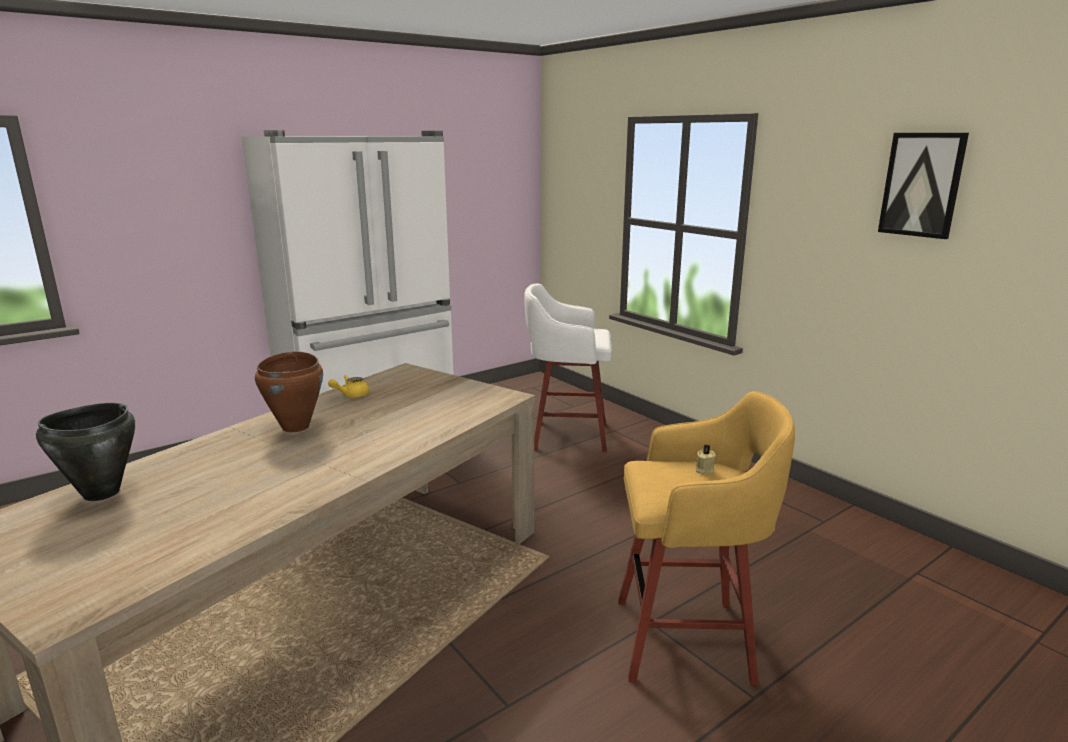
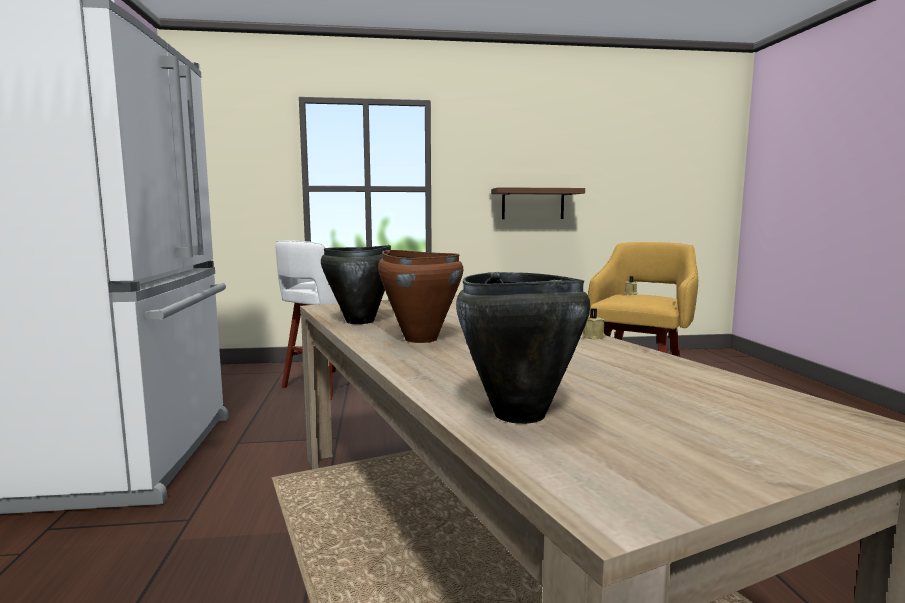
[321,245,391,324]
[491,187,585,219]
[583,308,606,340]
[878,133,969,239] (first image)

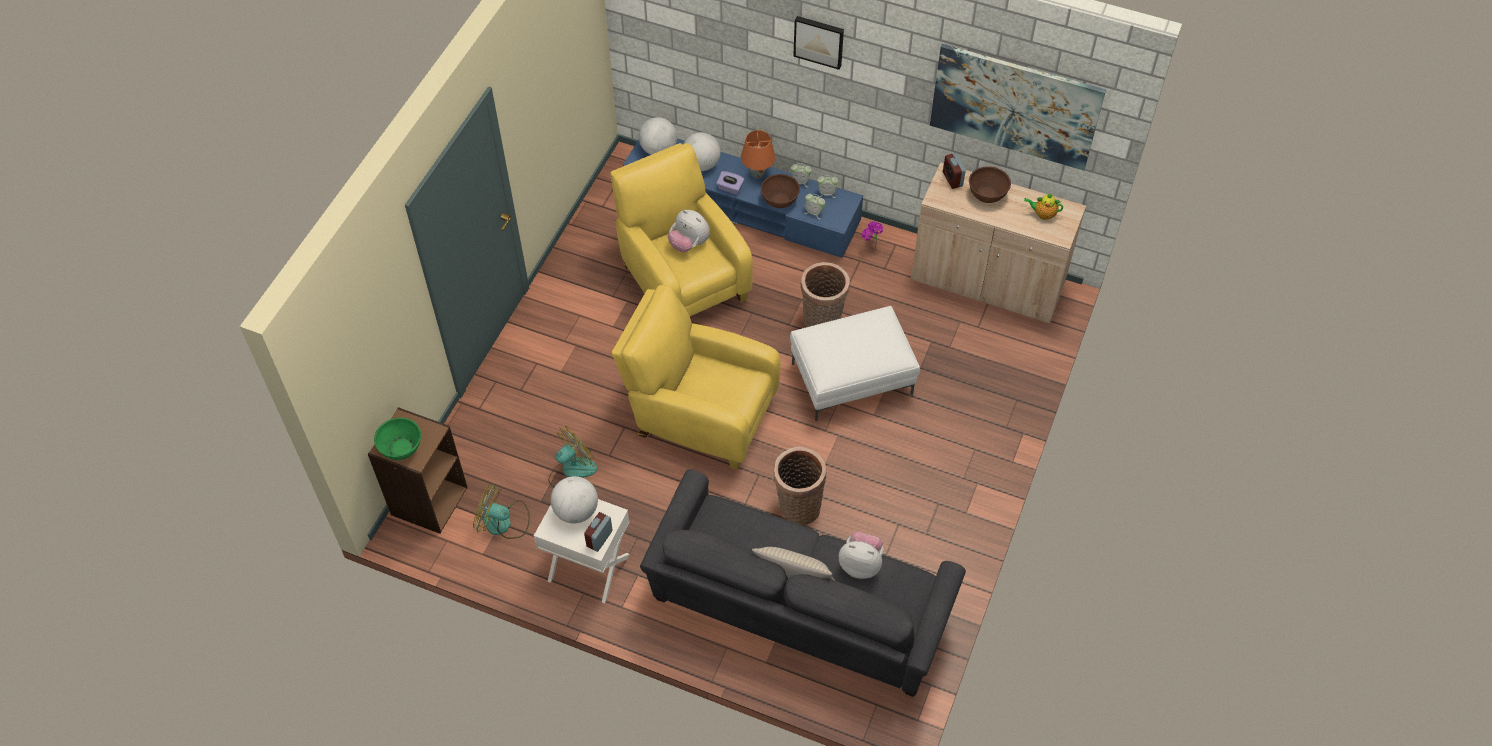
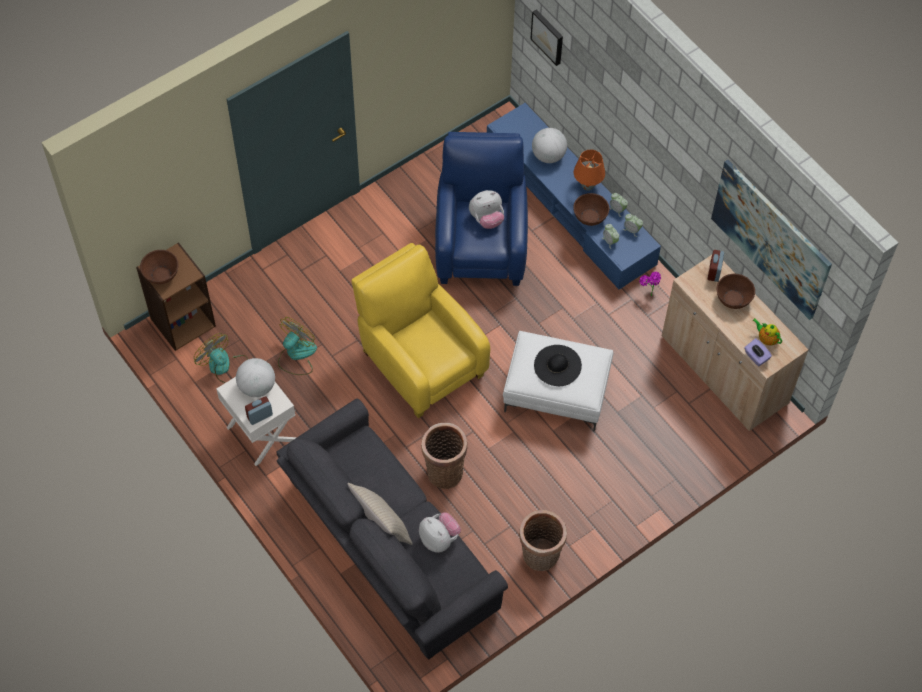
[140,250,178,284]
[278,317,317,375]
[435,132,528,286]
[469,190,504,229]
[519,510,567,571]
[530,9,563,66]
[534,345,582,386]
[744,338,772,366]
[639,117,677,155] (first image)

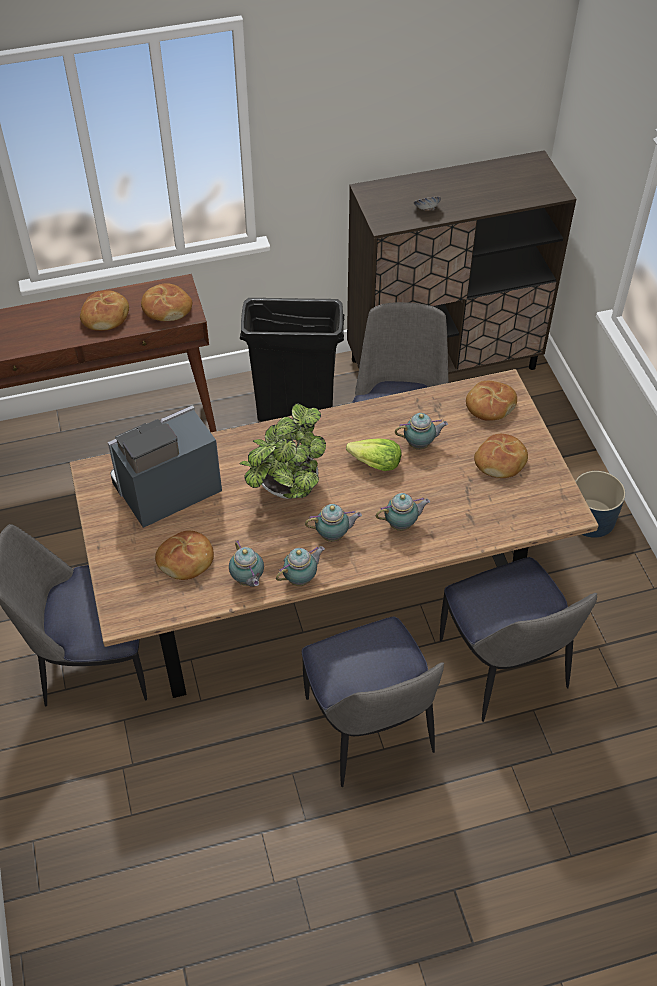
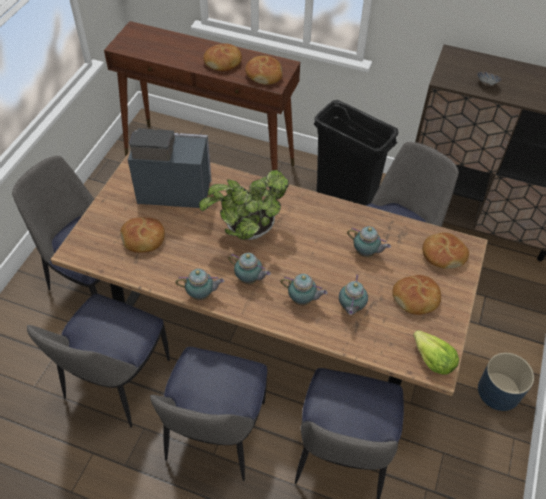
[27,294,170,428]
[339,274,368,315]
[413,330,459,375]

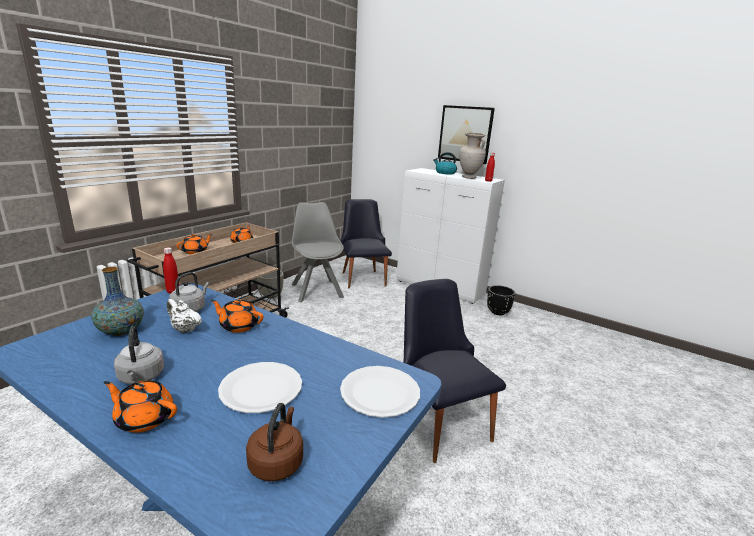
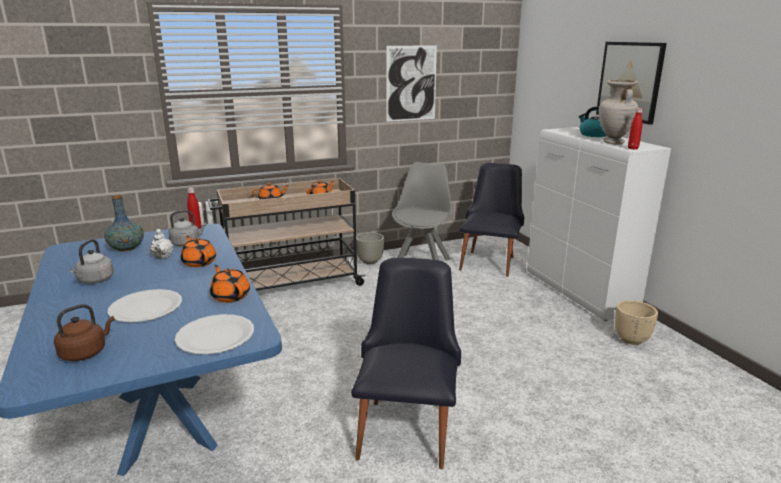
[210,265,250,303]
[386,45,437,122]
[615,300,658,345]

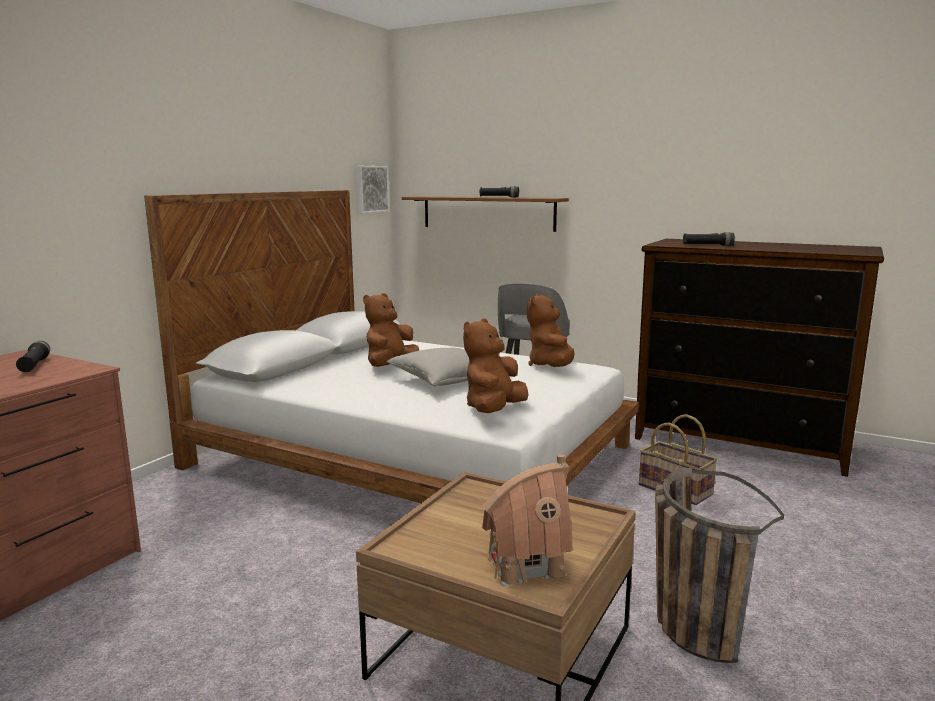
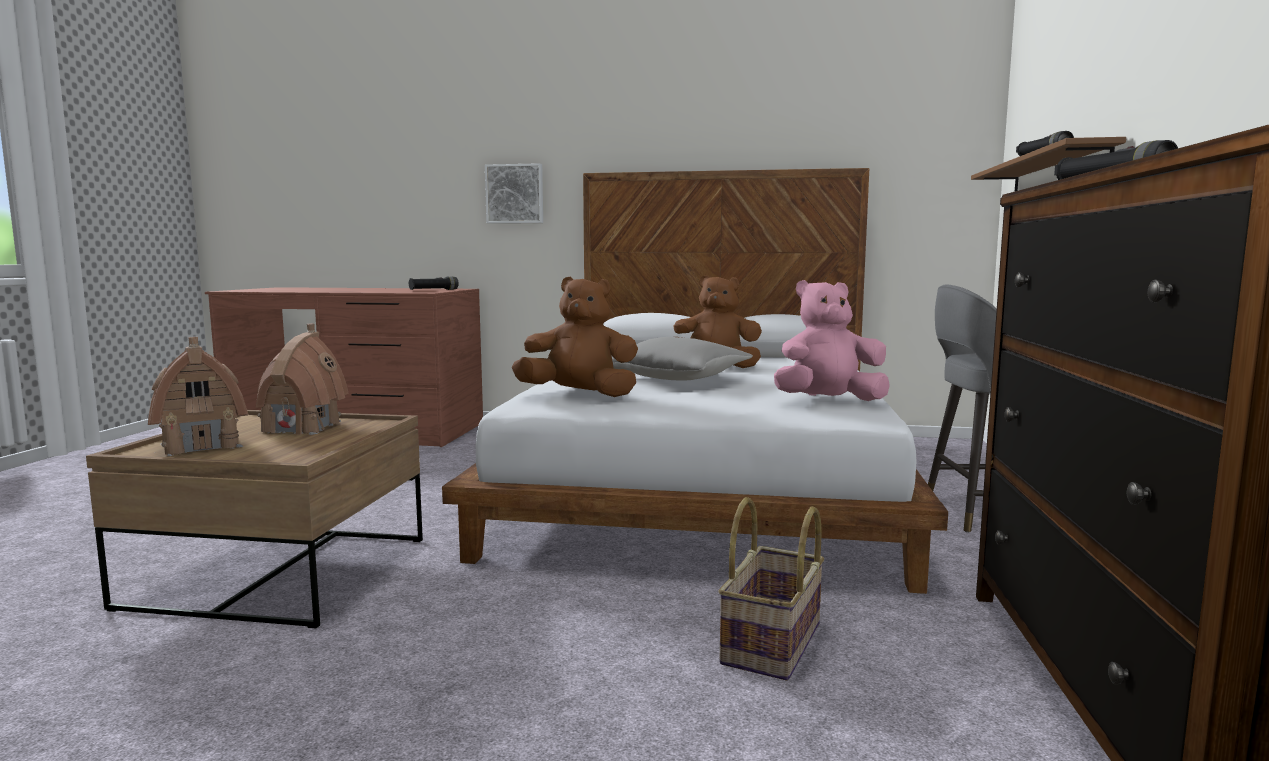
[256,323,349,435]
[485,163,543,224]
[774,280,890,401]
[655,468,784,663] (first image)

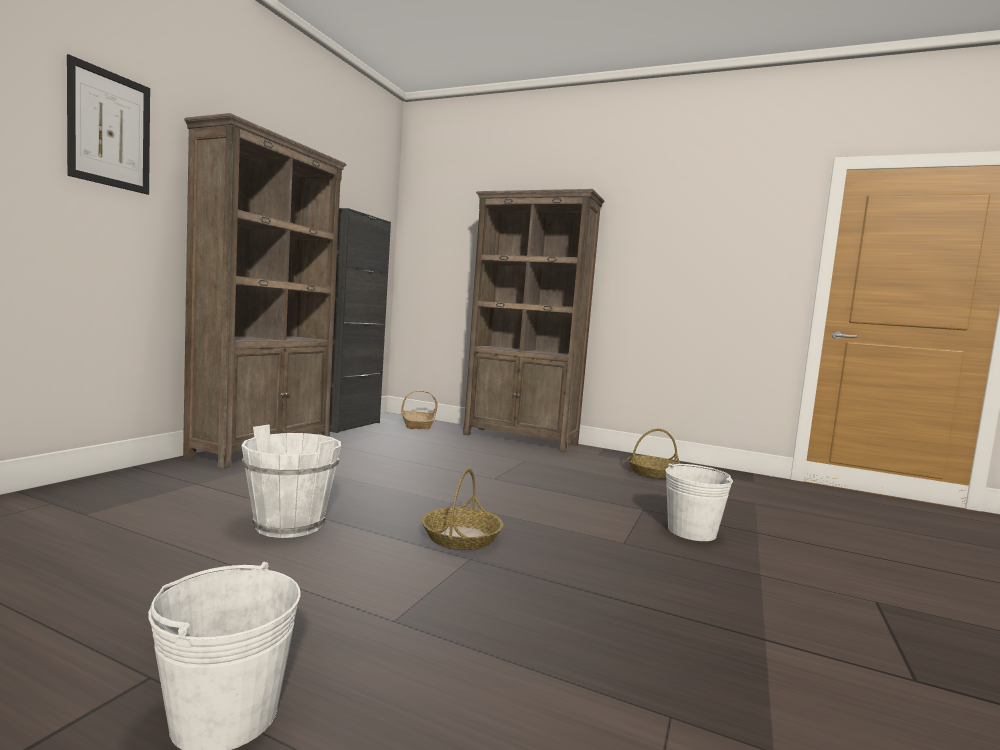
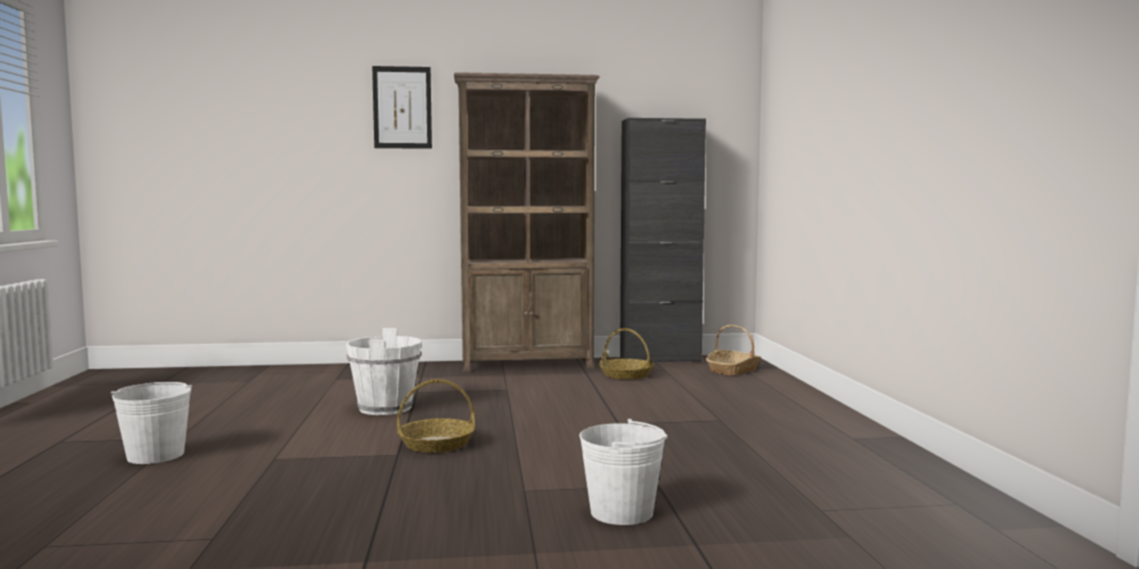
[599,328,654,379]
[463,189,605,453] (first image)

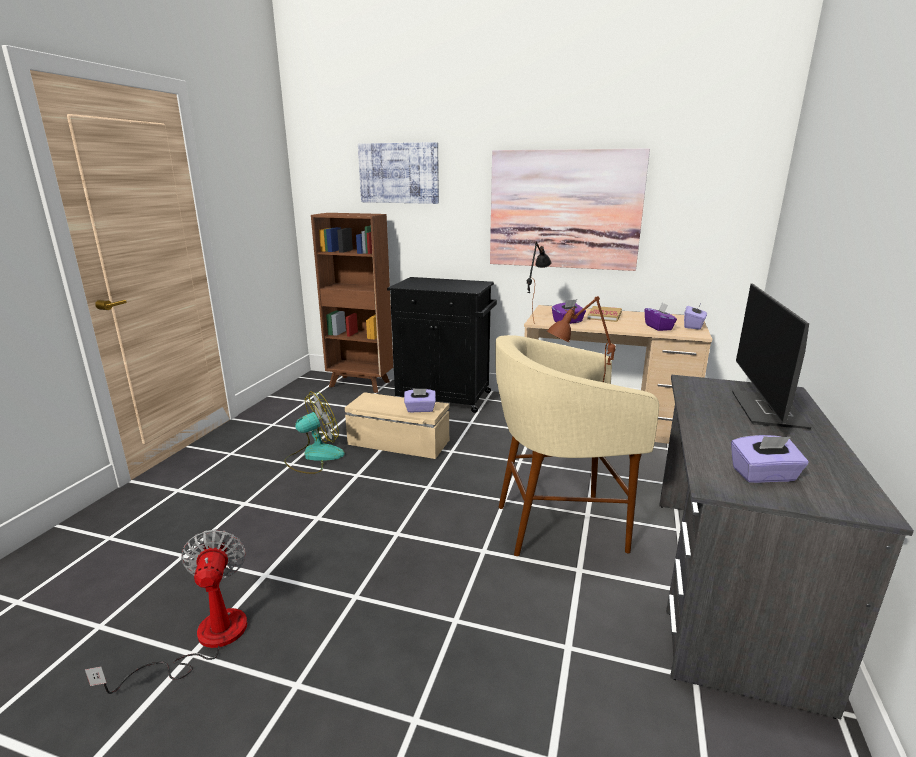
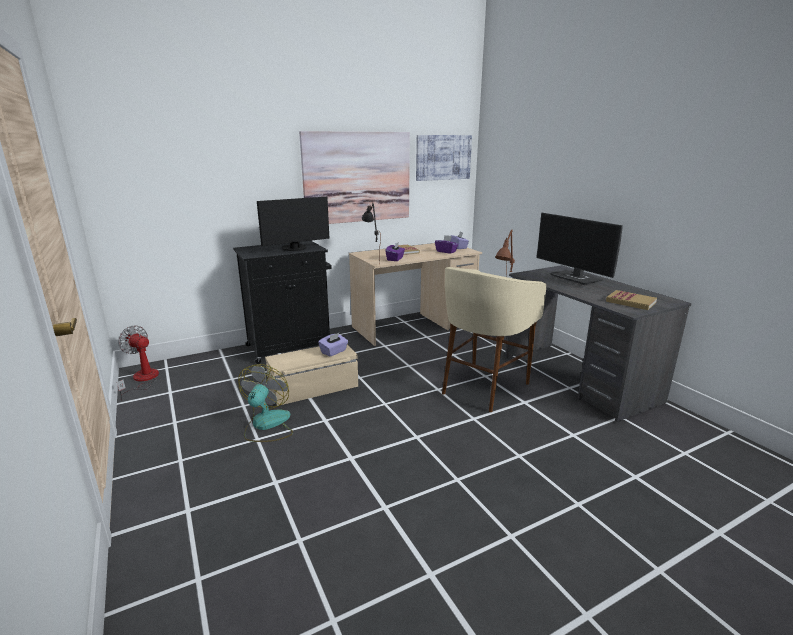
[117,326,159,401]
[257,197,330,251]
[416,135,472,181]
[606,290,657,310]
[311,213,393,393] (first image)

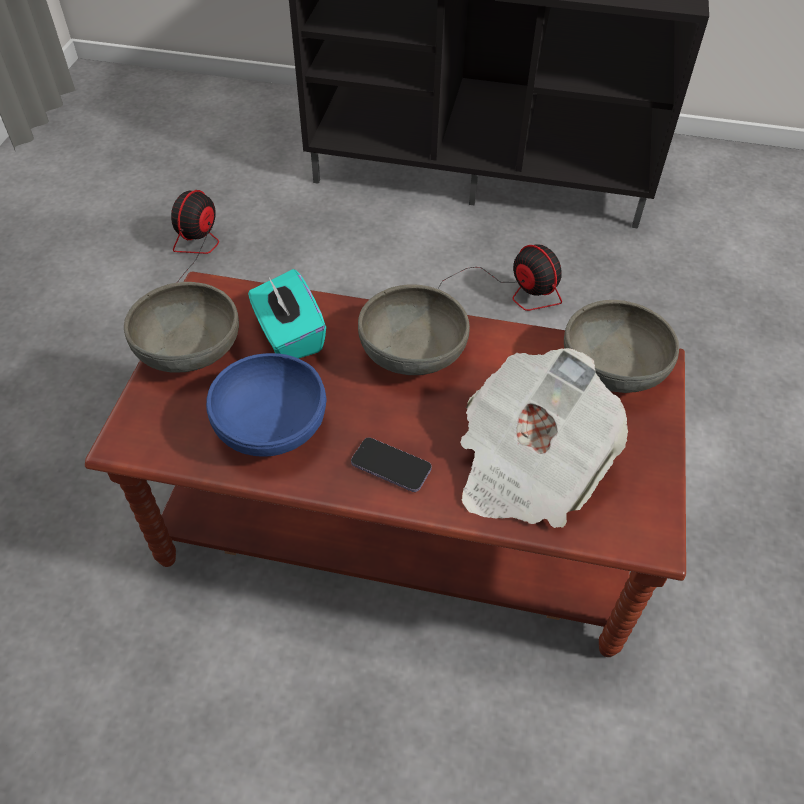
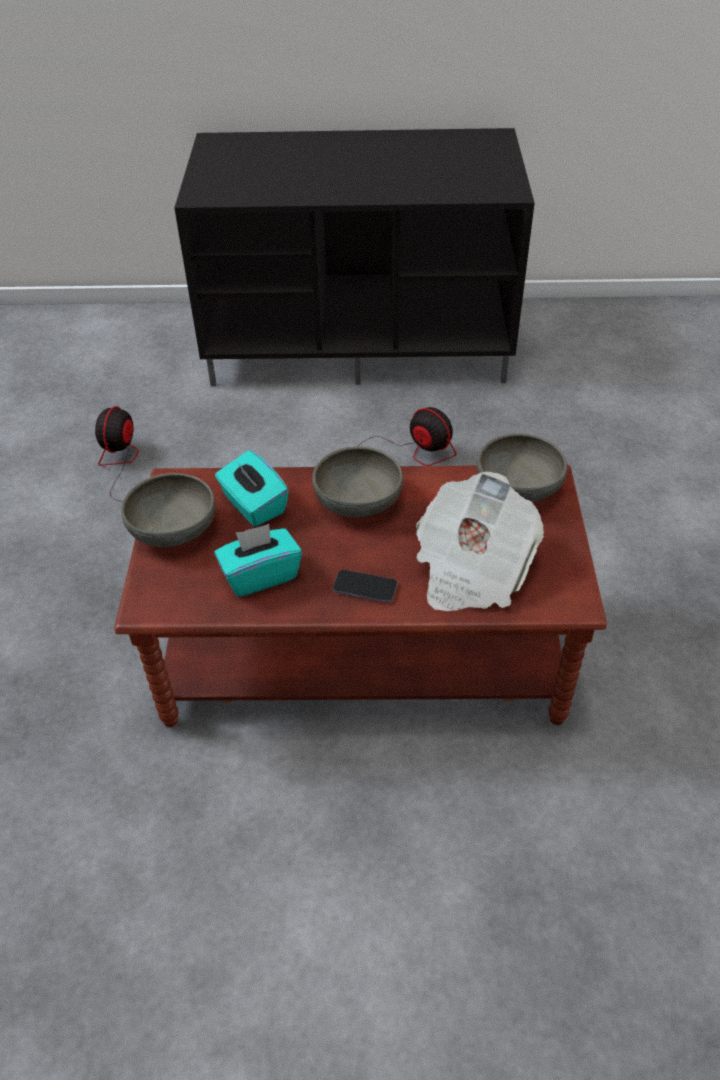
[214,524,302,597]

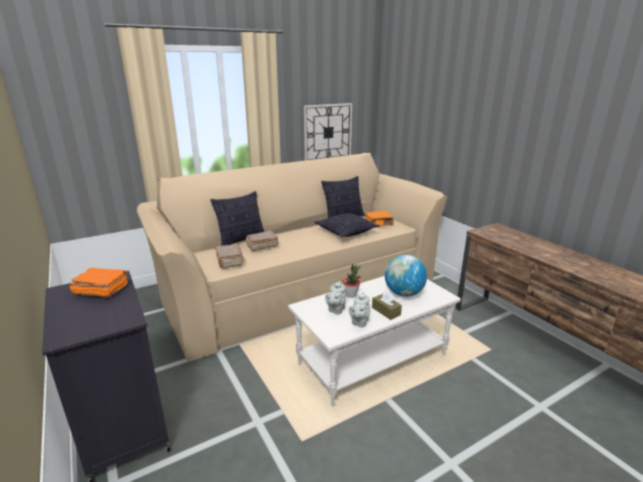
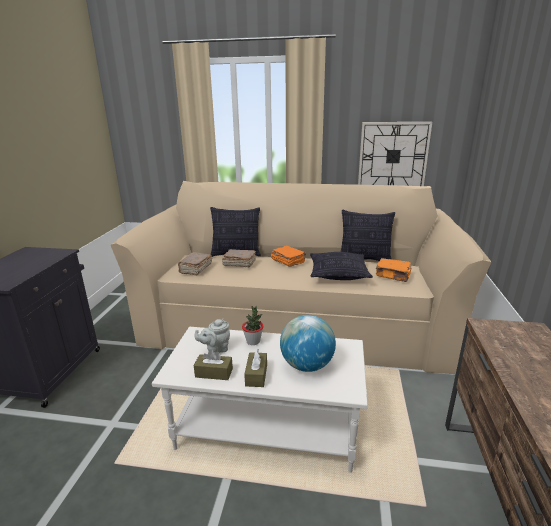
[194,350,233,380]
[271,246,306,267]

